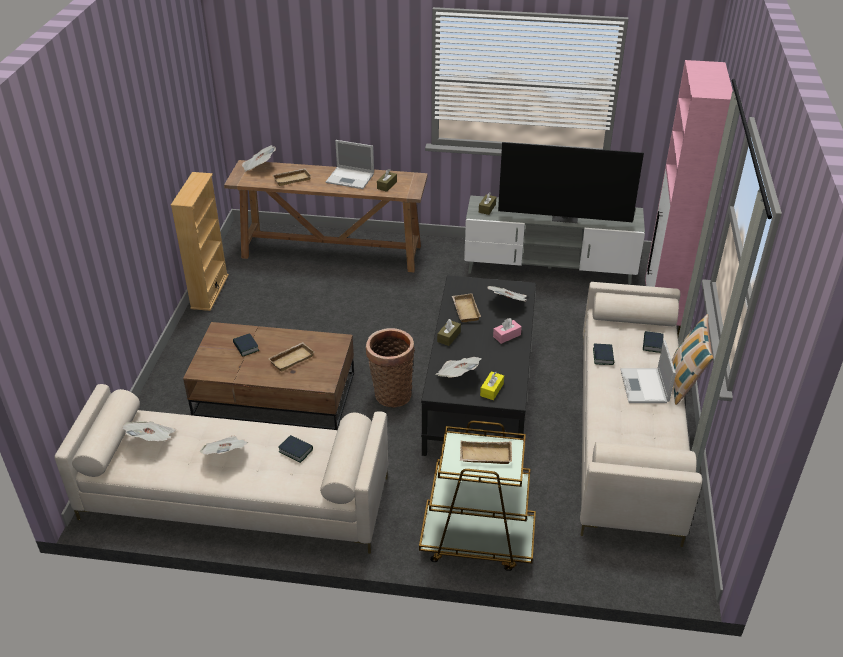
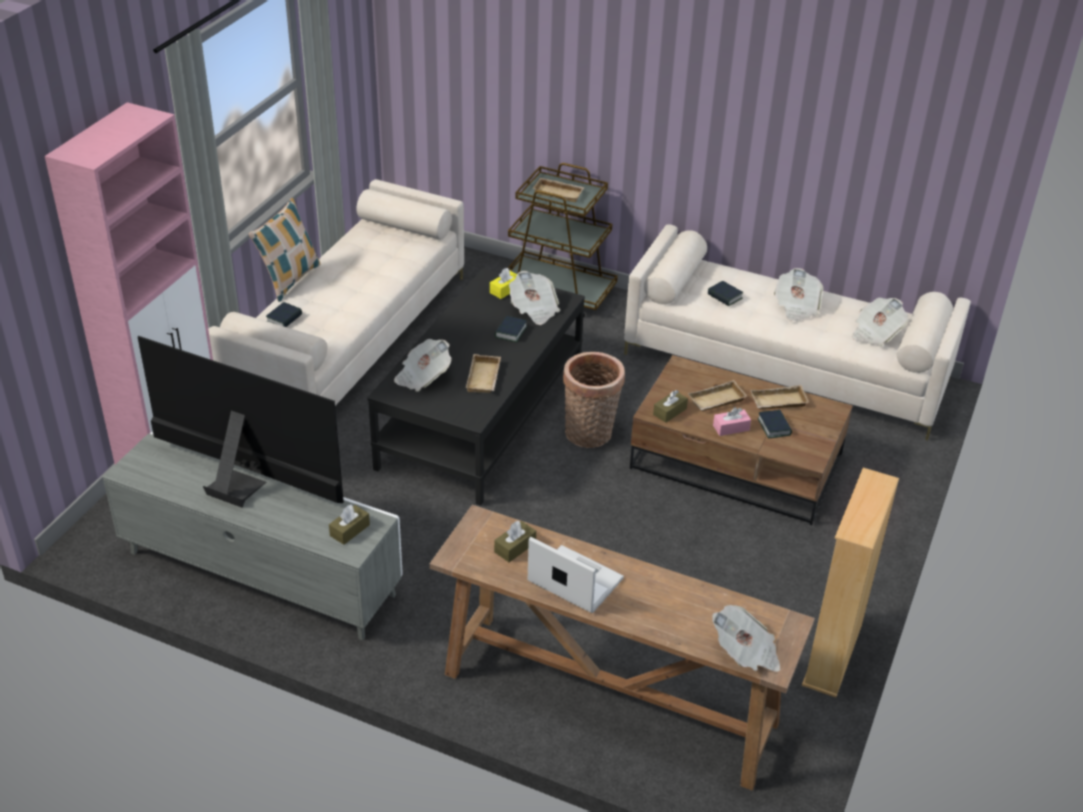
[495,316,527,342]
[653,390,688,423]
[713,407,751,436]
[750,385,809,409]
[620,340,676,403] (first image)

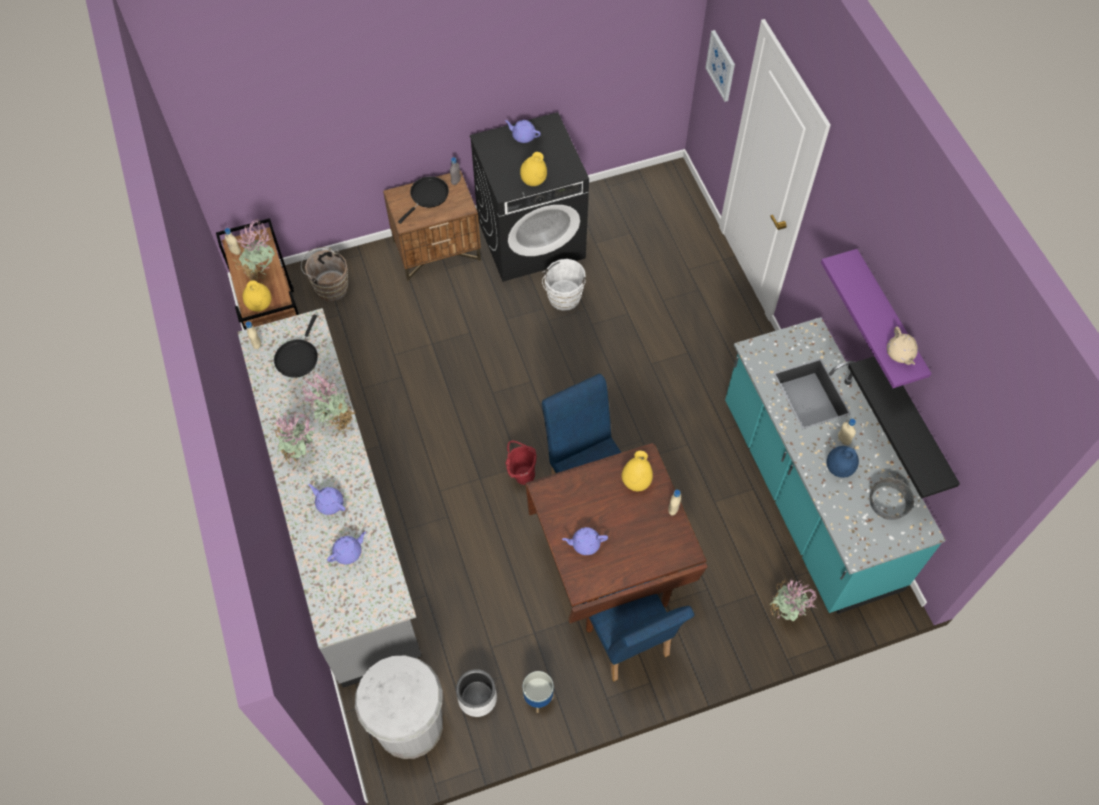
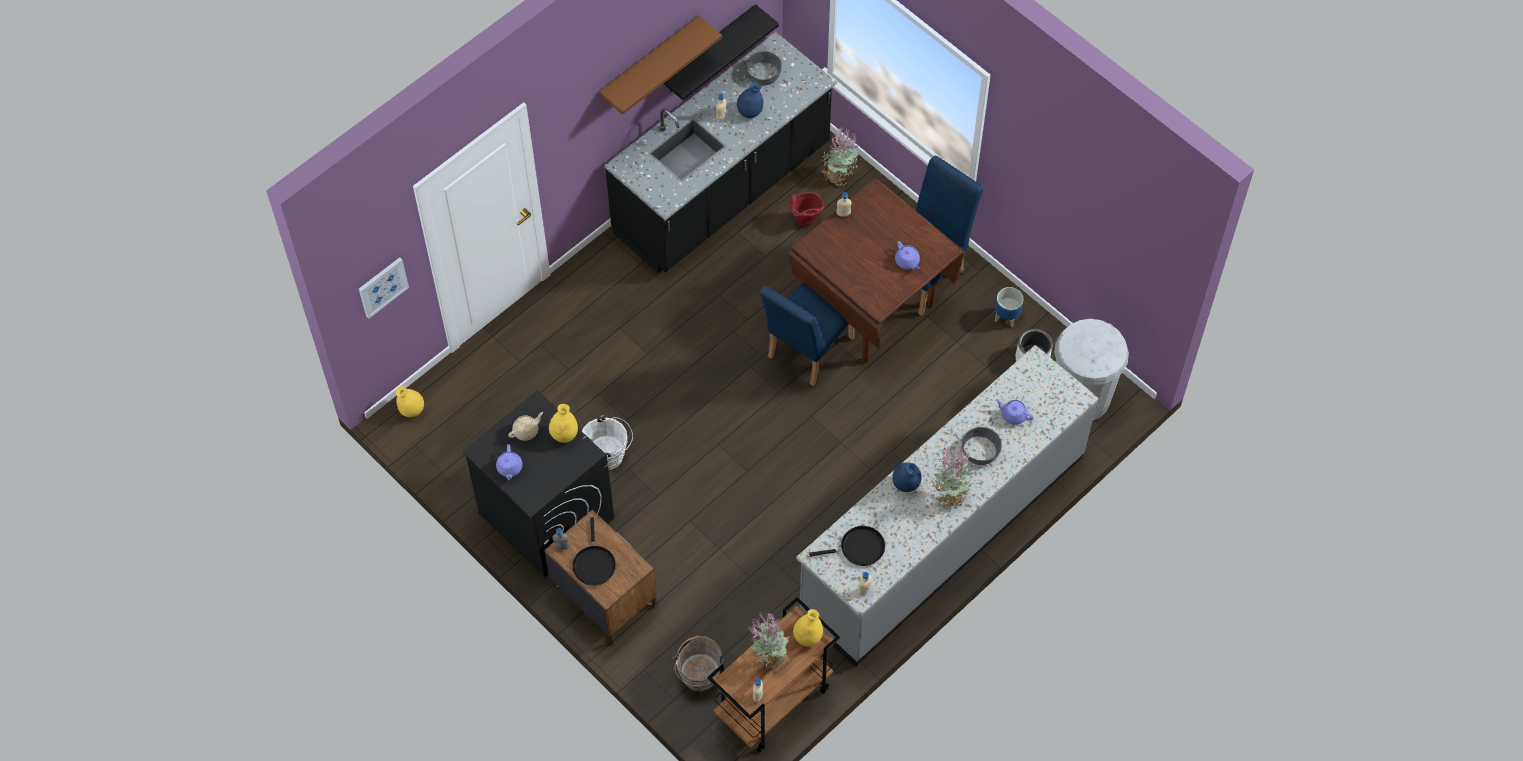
[396,386,424,417]
[508,412,543,441]
[572,517,616,586]
[599,15,722,115]
[604,32,837,273]
[789,192,825,226]
[892,462,921,492]
[962,427,1001,465]

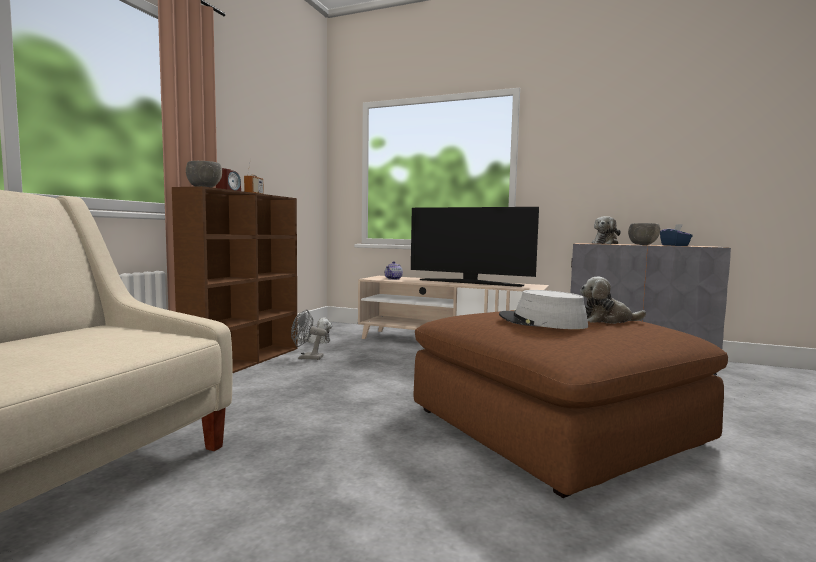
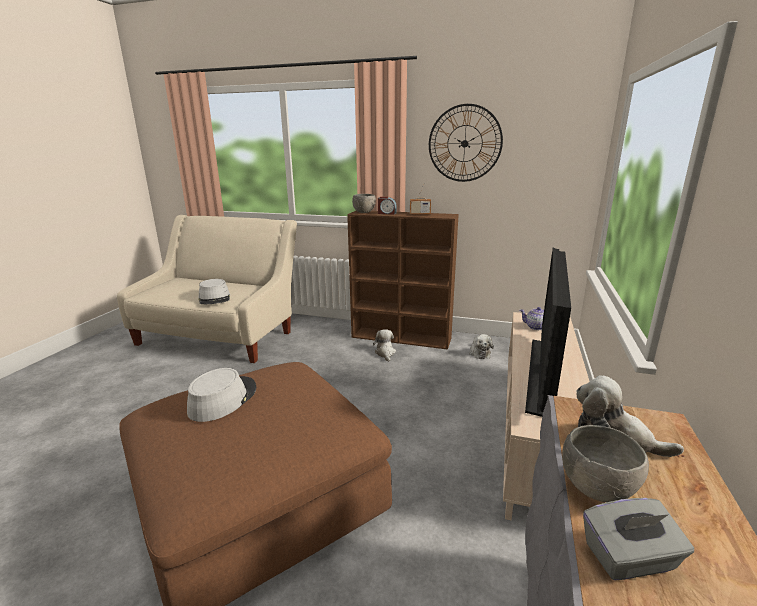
[198,279,230,304]
[373,329,396,362]
[429,104,503,182]
[583,498,694,580]
[291,309,327,360] (first image)

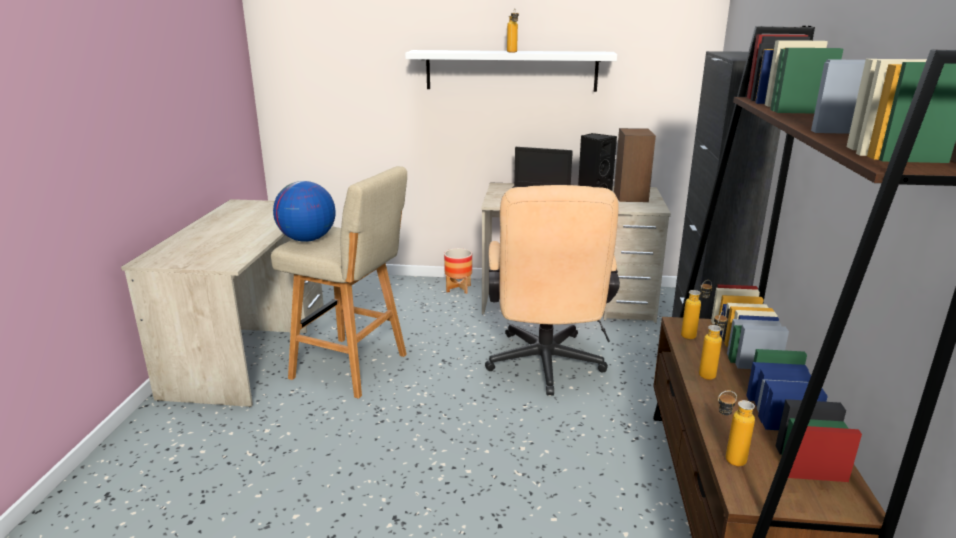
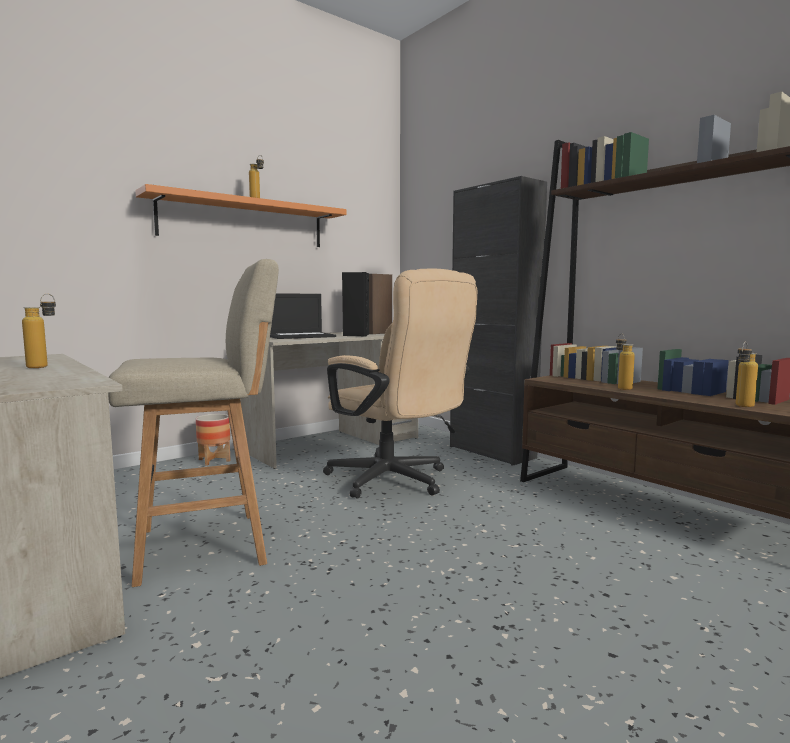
[22,294,56,368]
[135,184,346,247]
[273,181,335,242] (first image)

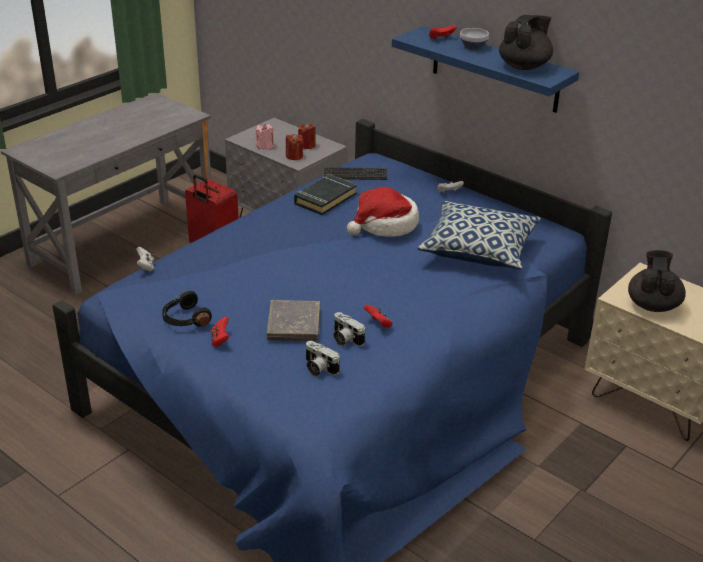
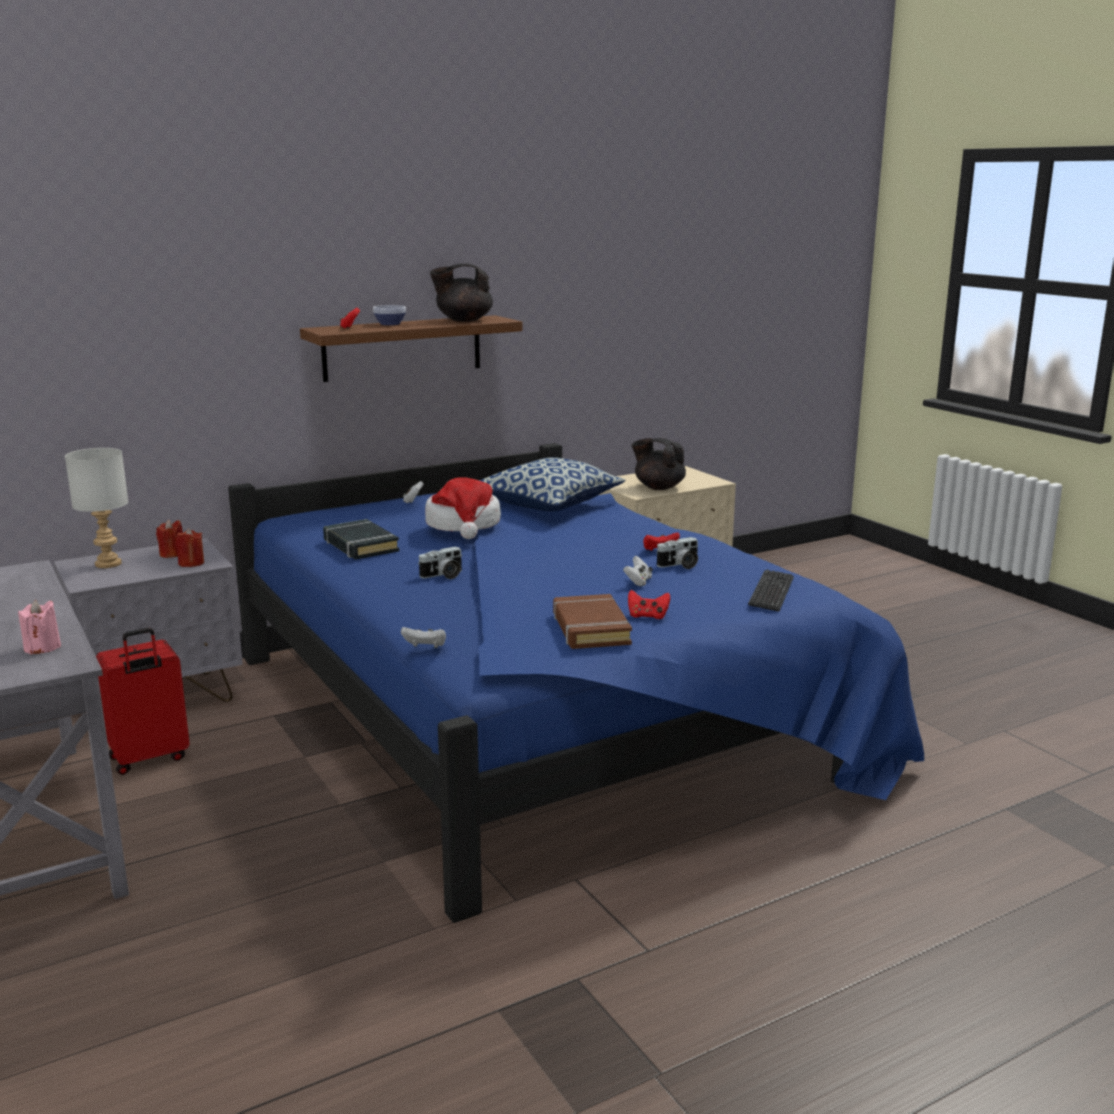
[18,600,61,654]
[65,448,128,568]
[300,315,522,382]
[419,546,462,579]
[430,263,493,322]
[553,594,632,649]
[623,556,653,586]
[748,570,794,612]

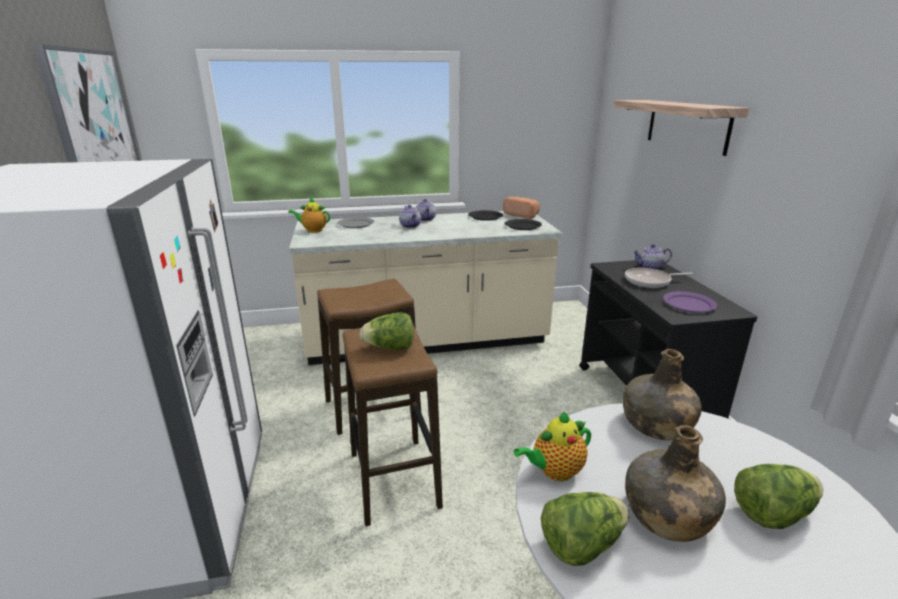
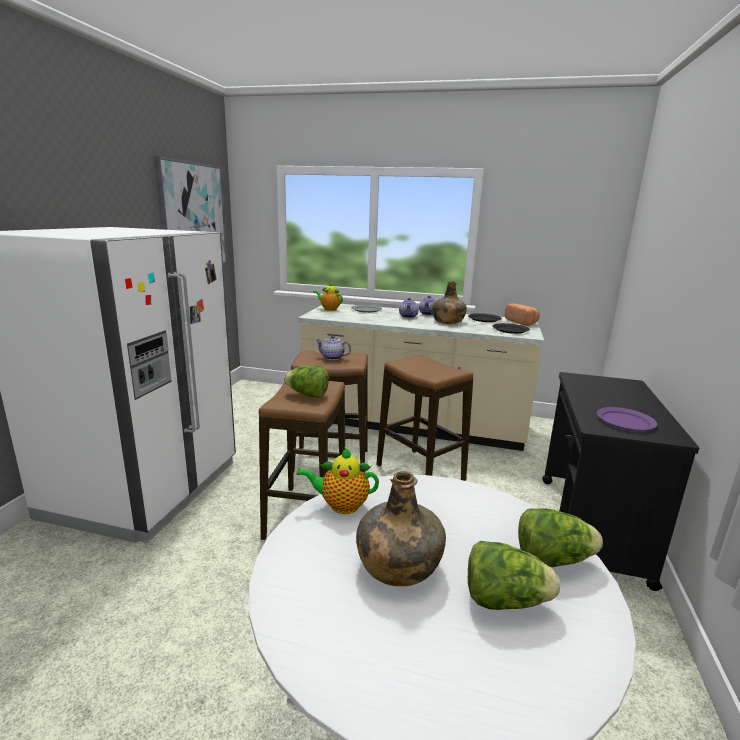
[315,335,351,360]
[376,355,473,481]
[432,281,467,324]
[518,508,603,567]
[614,100,749,156] (first image)
[625,268,693,288] (first image)

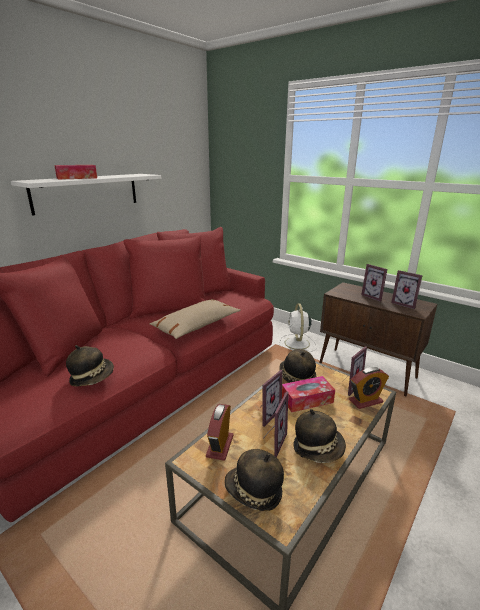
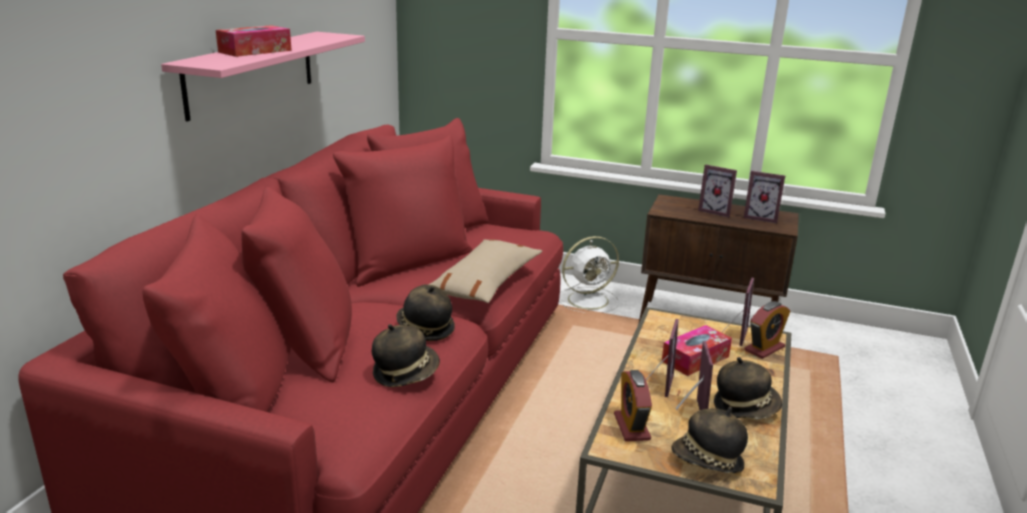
[161,32,365,121]
[396,285,455,341]
[559,236,619,313]

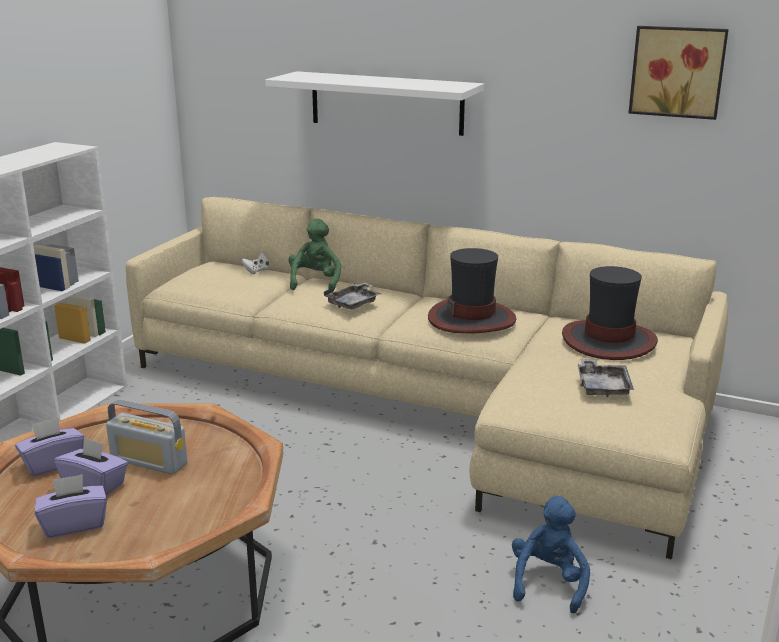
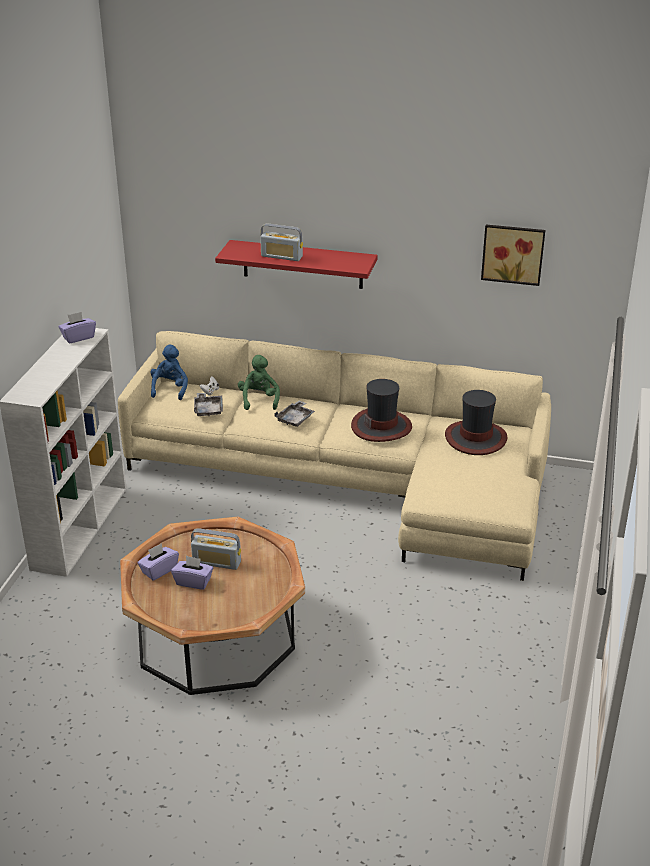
[58,312,96,344]
[150,345,188,400]
[194,393,223,416]
[215,240,378,289]
[260,224,303,261]

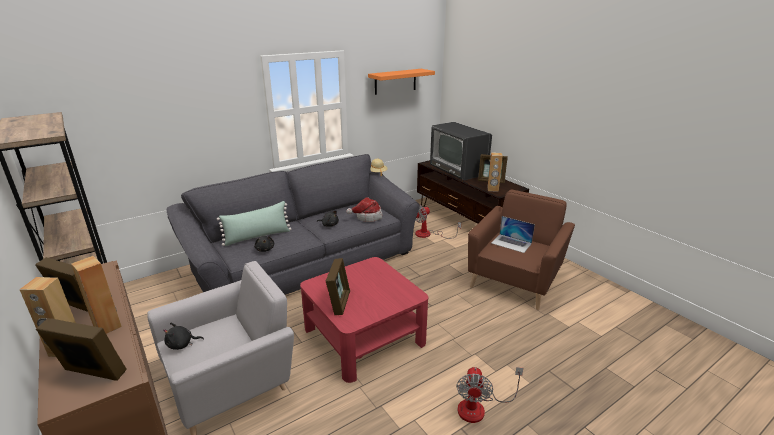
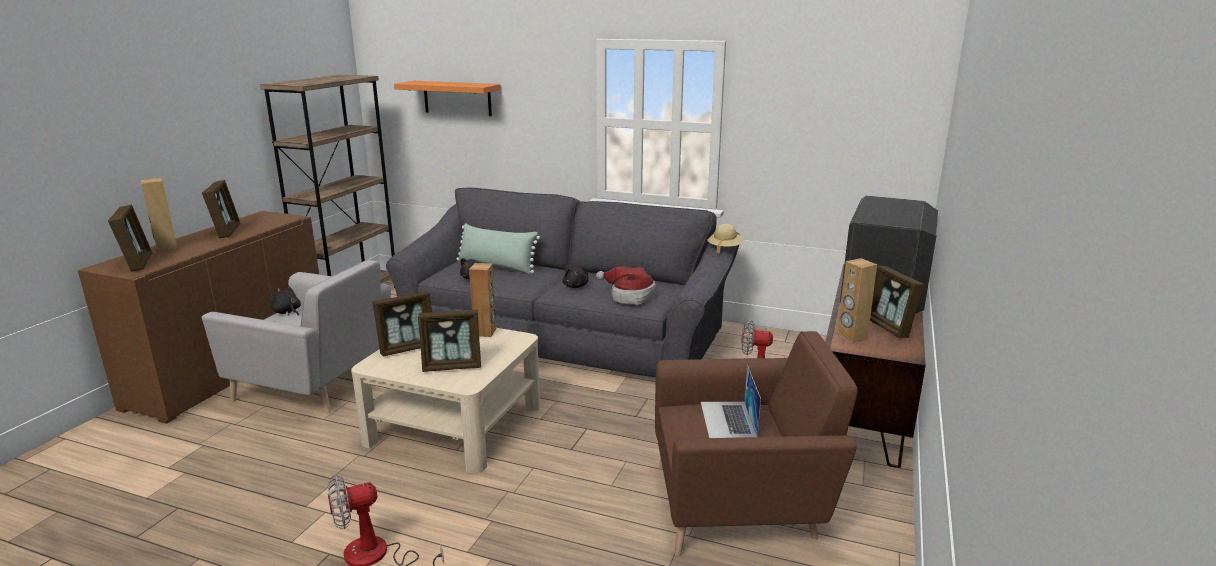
[351,328,540,473]
[394,81,501,116]
[418,310,481,372]
[469,263,496,337]

